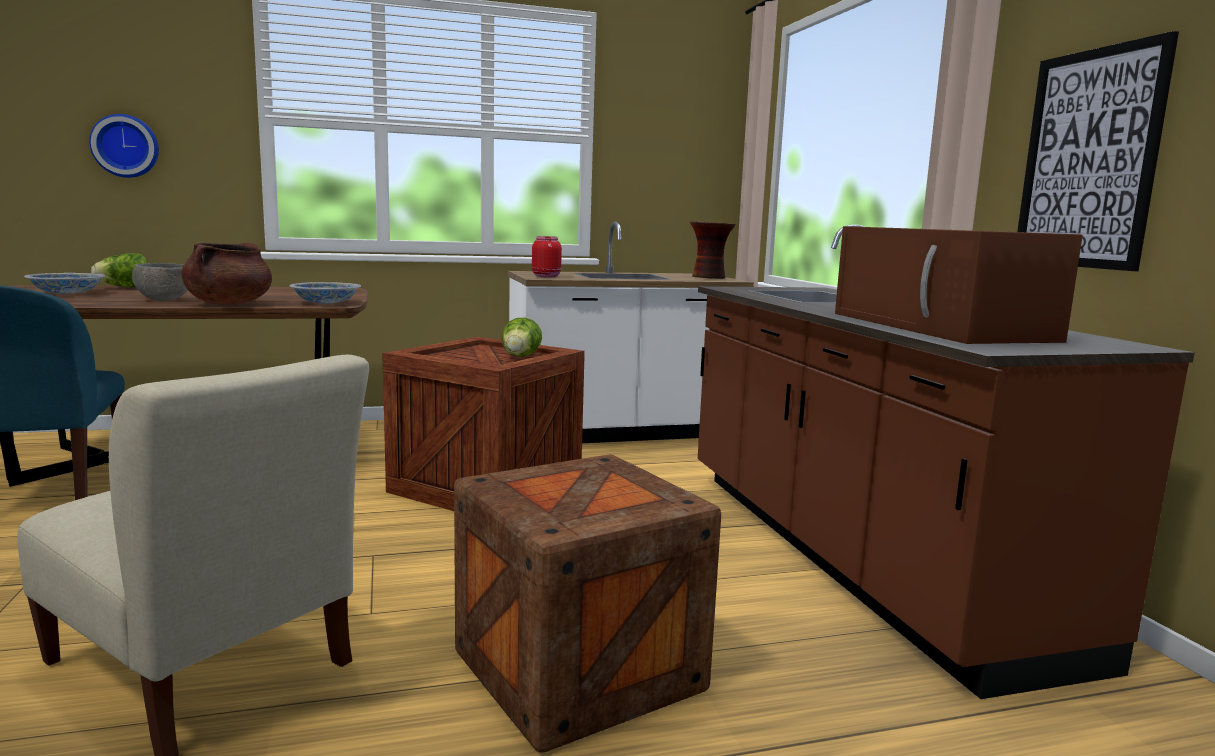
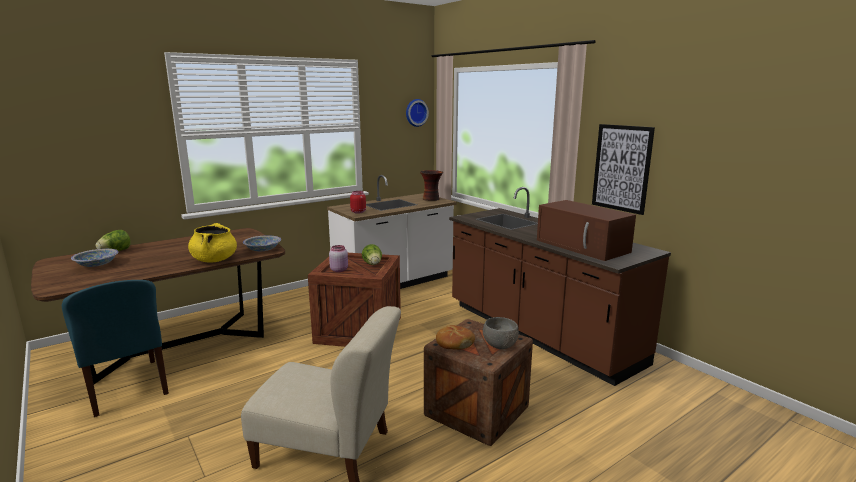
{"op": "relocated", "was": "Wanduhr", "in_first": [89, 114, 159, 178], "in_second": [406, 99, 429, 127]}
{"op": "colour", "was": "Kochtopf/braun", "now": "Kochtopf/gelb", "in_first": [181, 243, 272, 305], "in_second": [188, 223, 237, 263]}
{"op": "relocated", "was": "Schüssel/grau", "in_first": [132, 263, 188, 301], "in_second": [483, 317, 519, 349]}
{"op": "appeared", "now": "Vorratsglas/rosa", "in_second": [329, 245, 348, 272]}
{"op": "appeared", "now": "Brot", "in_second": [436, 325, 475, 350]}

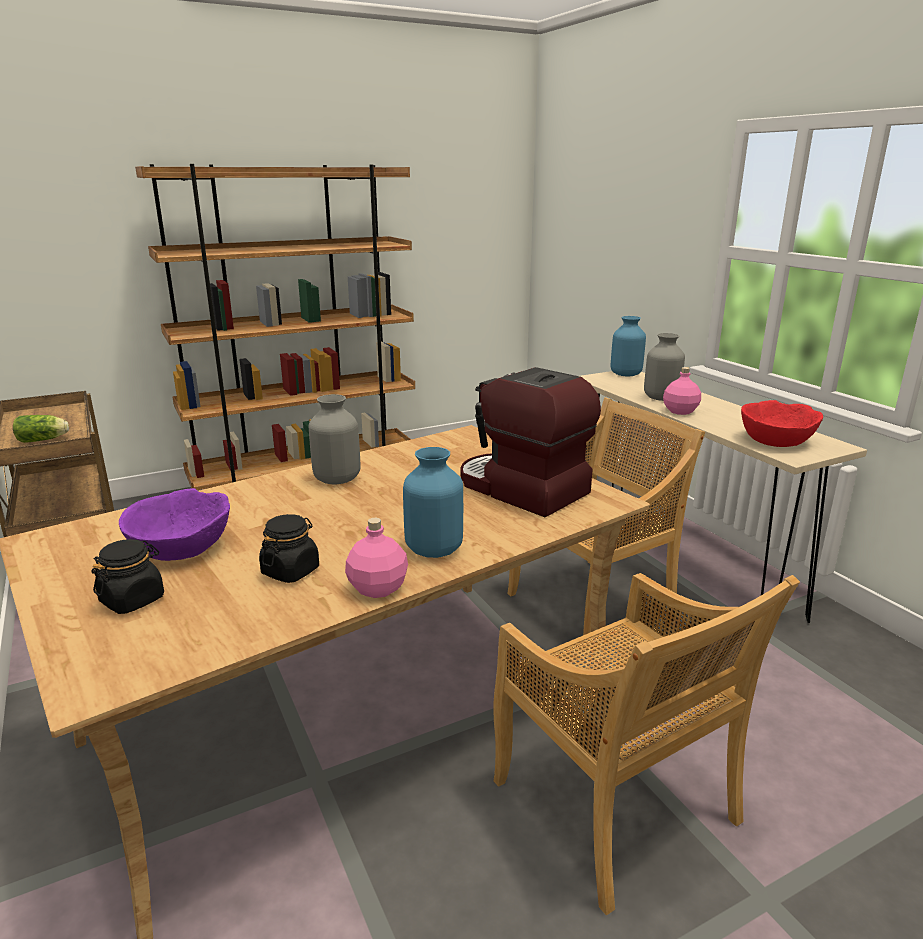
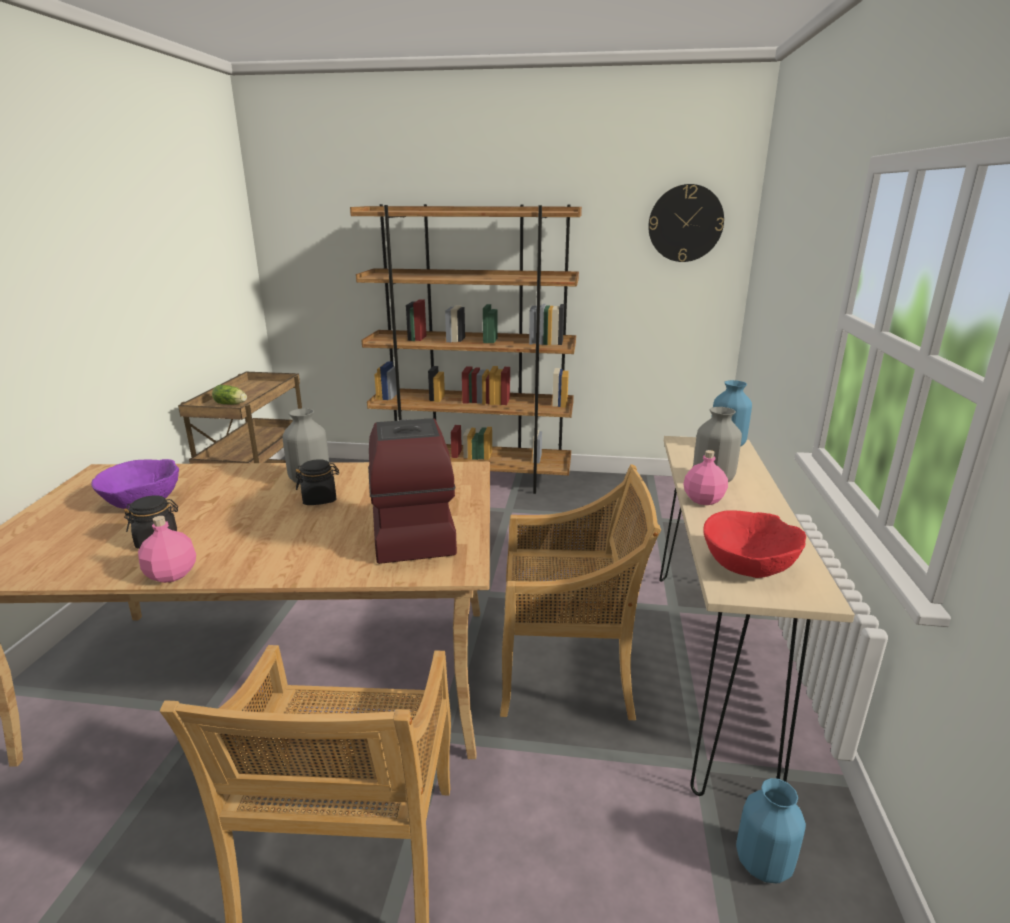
{"op": "relocated", "was": "Vase/blau", "in_first": [403, 447, 463, 558], "in_second": [736, 778, 806, 883]}
{"op": "relocated", "was": "Vorratsglas/schwarz", "in_first": [91, 539, 164, 614], "in_second": [295, 459, 339, 505]}
{"op": "appeared", "now": "Wanduhr", "in_second": [648, 184, 724, 262]}

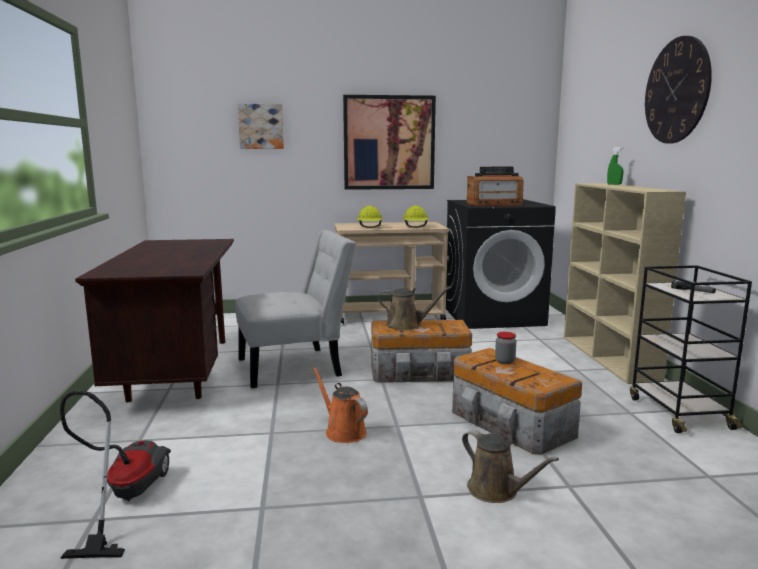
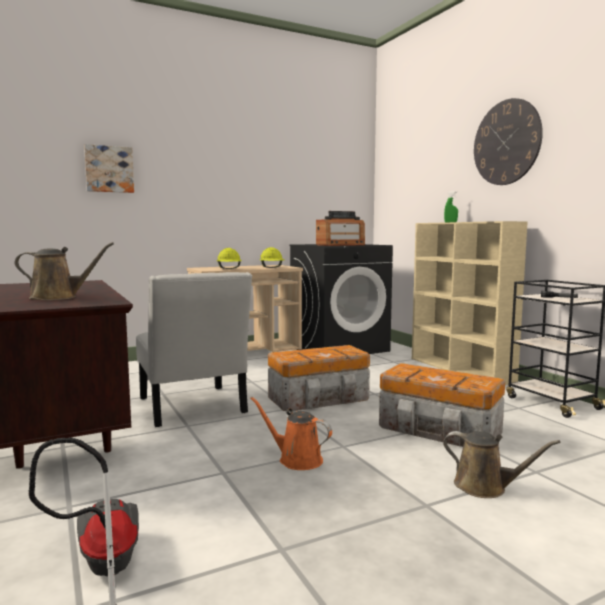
{"op": "missing", "was": "Bild", "in_first": [343, 95, 436, 190]}
{"op": "spun", "was": "Stuhl/weiß", "in_first": [235, 230, 356, 388], "in_second": [136, 272, 252, 427], "clockwise": 105}
{"op": "relocated", "was": "Gießkanne/braun", "in_first": [378, 286, 452, 331], "in_second": [15, 242, 114, 300]}
{"op": "missing", "was": "Vorratsglas", "in_first": [495, 332, 516, 364]}

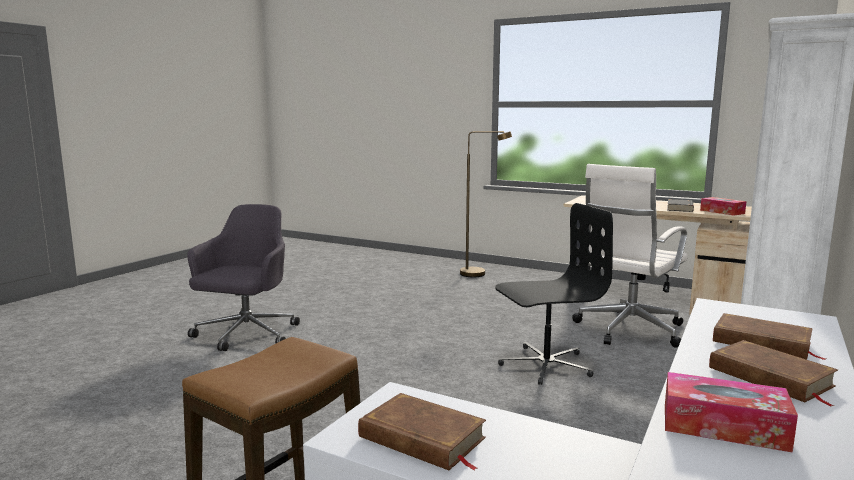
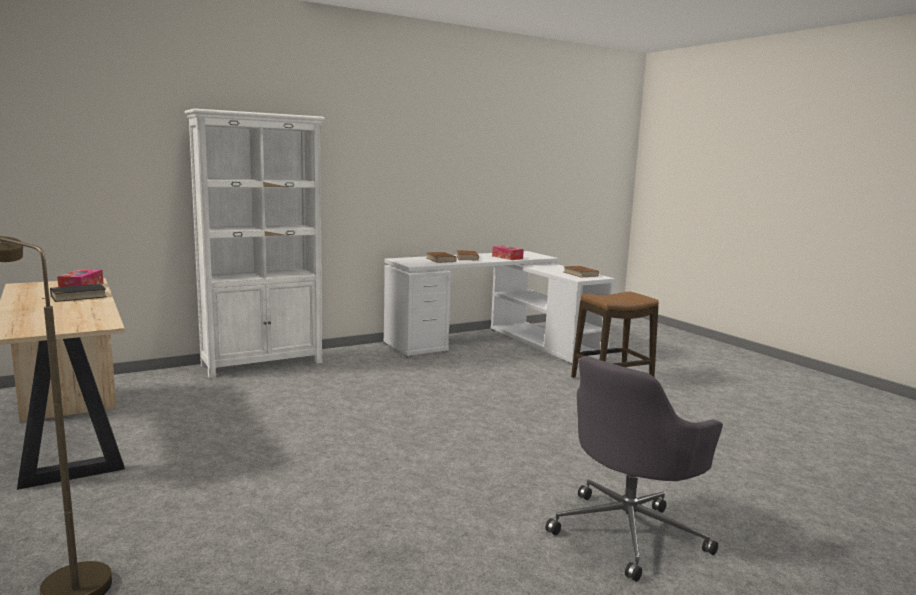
{"op": "missing", "was": "Bürostuhl/weiß", "in_first": [572, 164, 688, 348]}
{"op": "missing", "was": "Bürostuhl/schwarz", "in_first": [495, 203, 613, 385]}

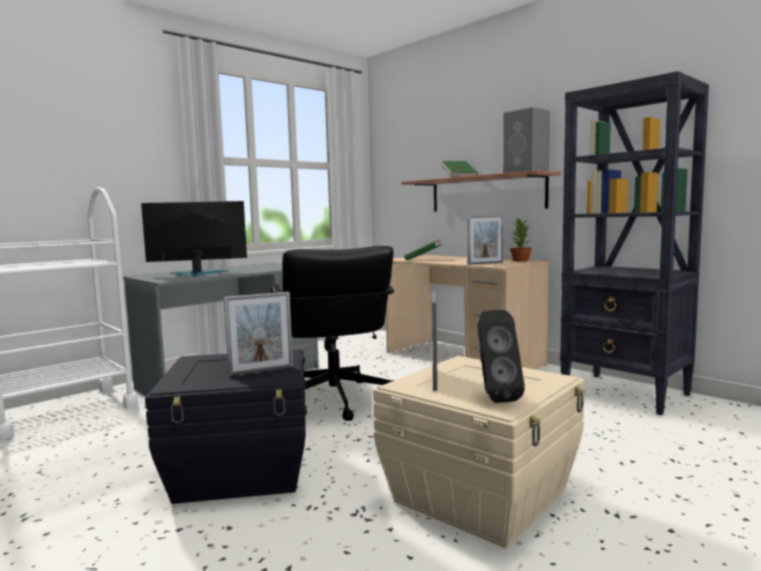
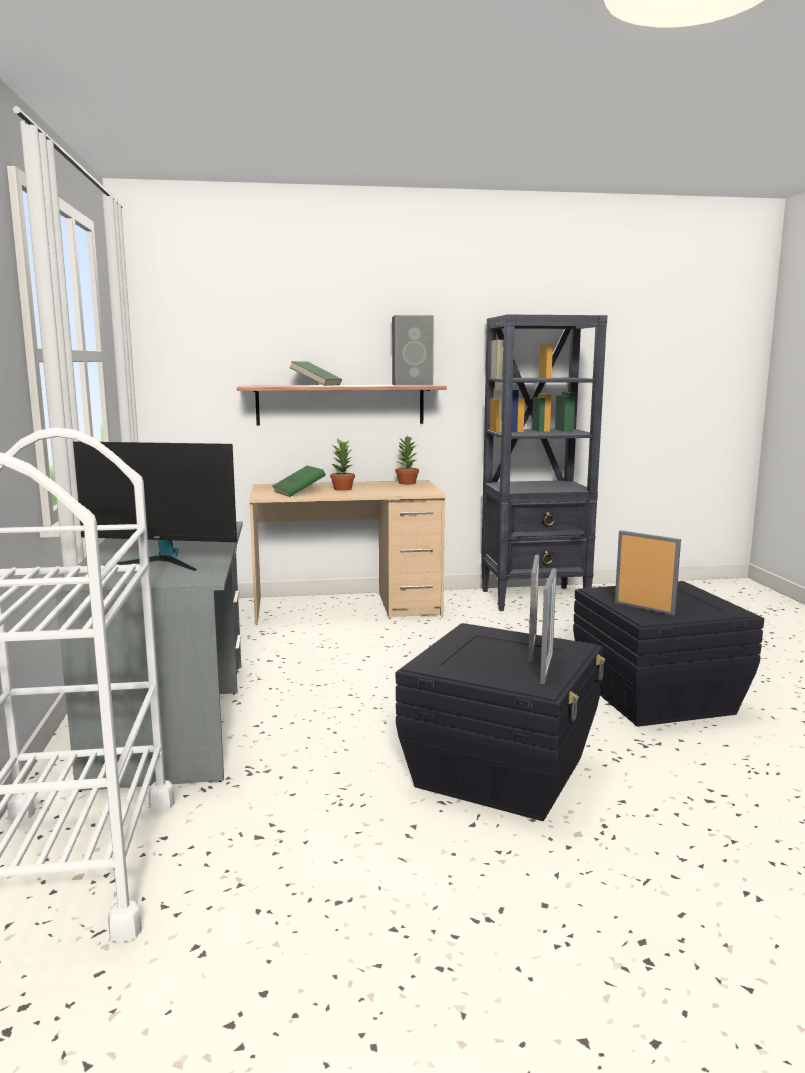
{"op": "spun", "was": "Monitor", "in_first": [141, 201, 247, 277], "in_second": [73, 441, 237, 571], "clockwise": -105}
{"op": "relocated", "was": "Bilderrahmen", "in_first": [467, 215, 504, 265], "in_second": [540, 568, 556, 684]}
{"op": "missing", "was": "Bürostuhl/schwarz", "in_first": [271, 246, 394, 421]}
{"op": "missing", "was": "Lautsprecher/schwarz", "in_first": [477, 310, 525, 403]}
{"op": "colour", "was": "Aufbewahrungsbox/beige", "now": "Aufbewahrungsbox/schwarz", "in_first": [373, 356, 585, 548], "in_second": [573, 581, 764, 727]}
{"op": "appeared", "now": "Topfpflanze", "in_second": [330, 438, 355, 491]}

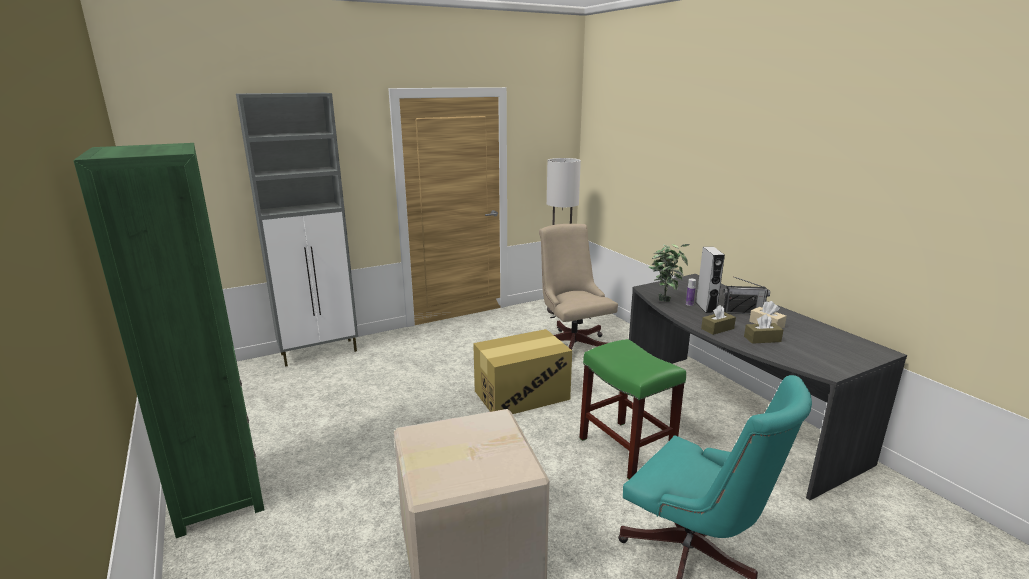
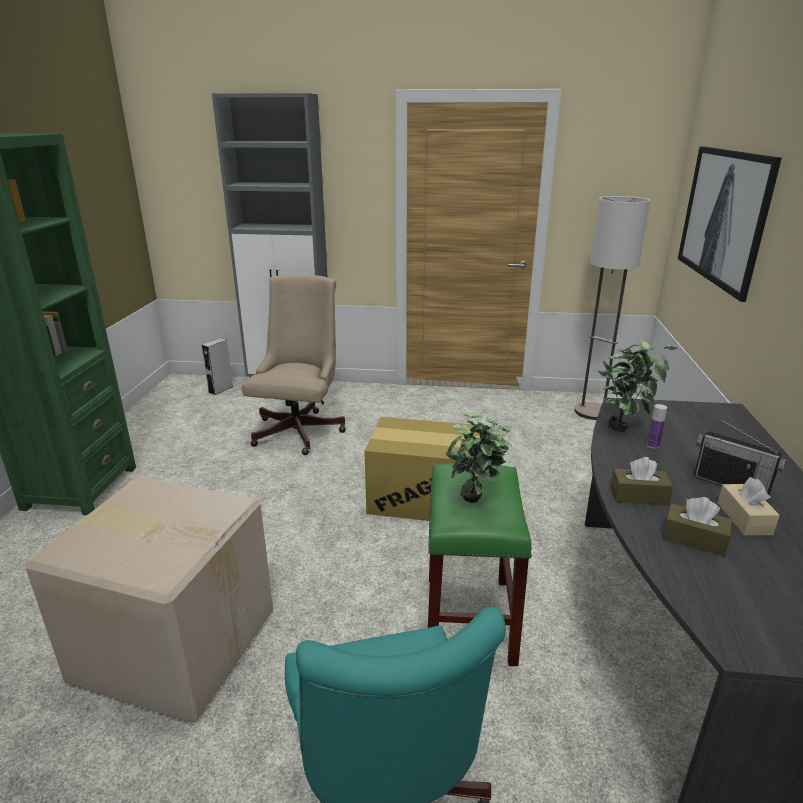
{"op": "relocated", "was": "Bürostuhl/beige", "in_first": [539, 224, 618, 350], "in_second": [242, 274, 346, 455]}
{"op": "relocated", "was": "Lautsprecher/grau", "in_first": [696, 247, 725, 313], "in_second": [202, 338, 233, 395]}
{"op": "appeared", "now": "Bild", "in_second": [678, 146, 782, 302]}
{"op": "appeared", "now": "Topfpflanze", "in_second": [446, 412, 512, 503]}

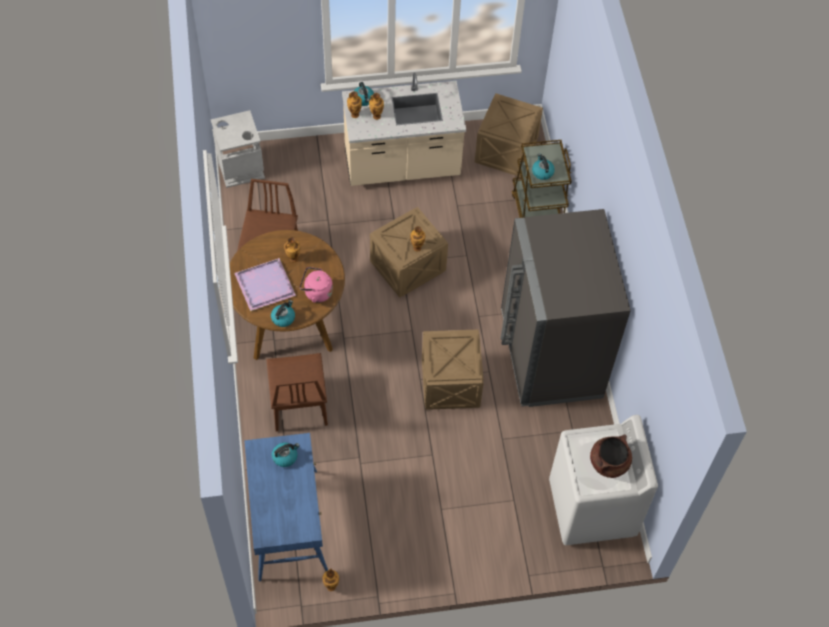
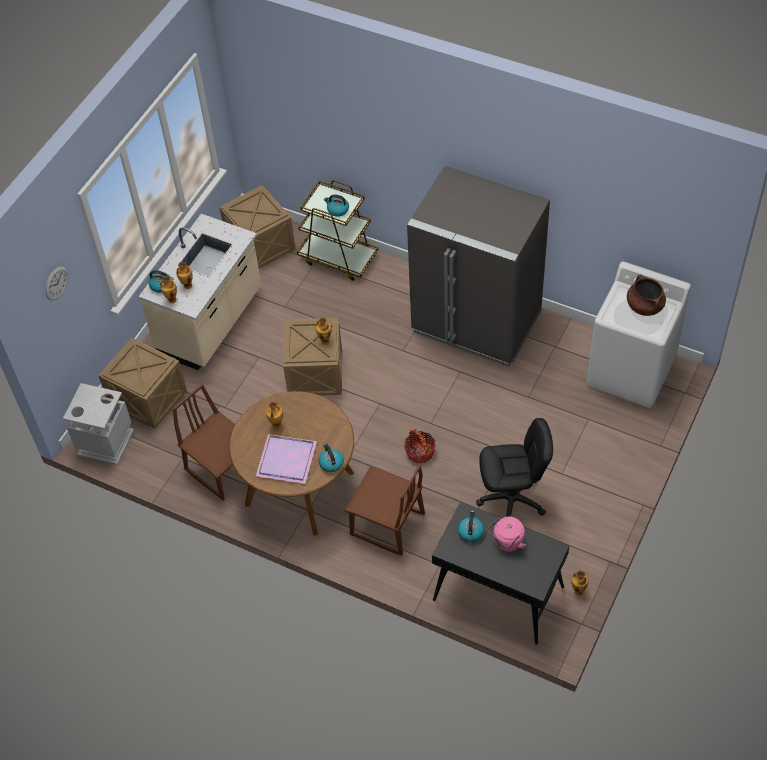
{"op": "relocated", "was": "Wasserkessel/rosa", "in_first": [300, 267, 333, 303], "in_second": [488, 517, 526, 552]}
{"op": "relocated", "was": "Kiste", "in_first": [422, 329, 484, 410], "in_second": [98, 338, 187, 429]}
{"op": "colour", "was": "Schreibtisch/blau", "now": "Schreibtisch/schwarz", "in_first": [244, 433, 328, 581], "in_second": [432, 502, 570, 645]}
{"op": "appeared", "now": "Wanduhr", "in_second": [46, 266, 68, 301]}
{"op": "appeared", "now": "Bürostuhl/schwarz", "in_second": [476, 418, 553, 517]}
{"op": "appeared", "now": "Korb", "in_second": [404, 429, 436, 463]}

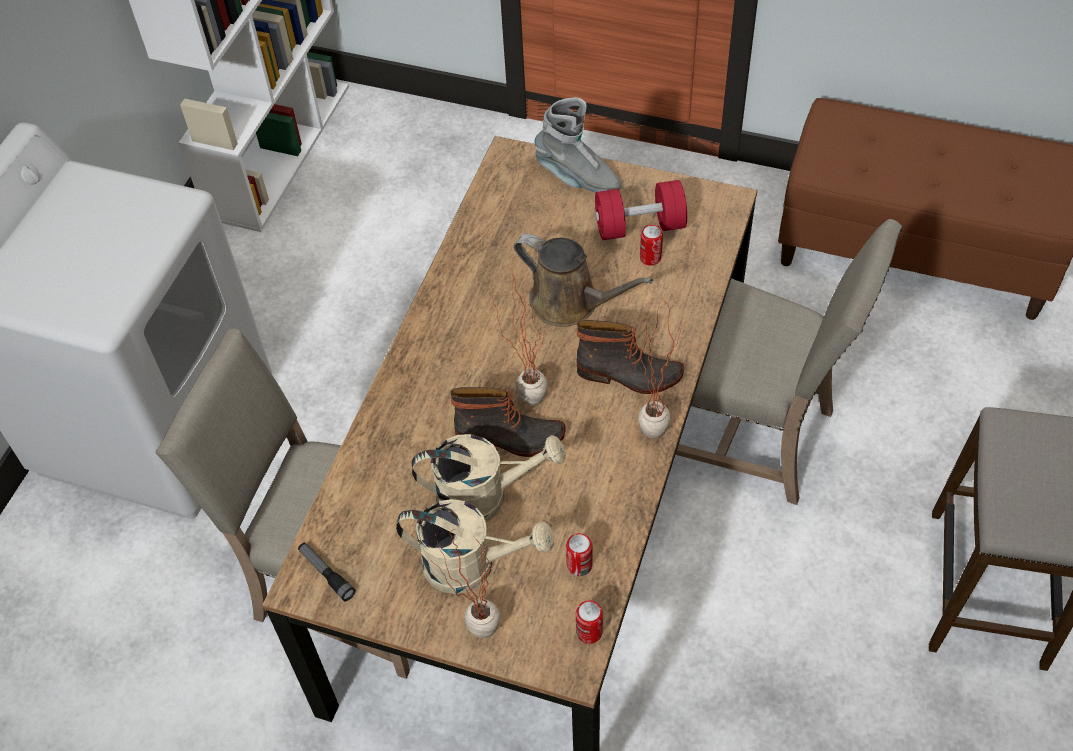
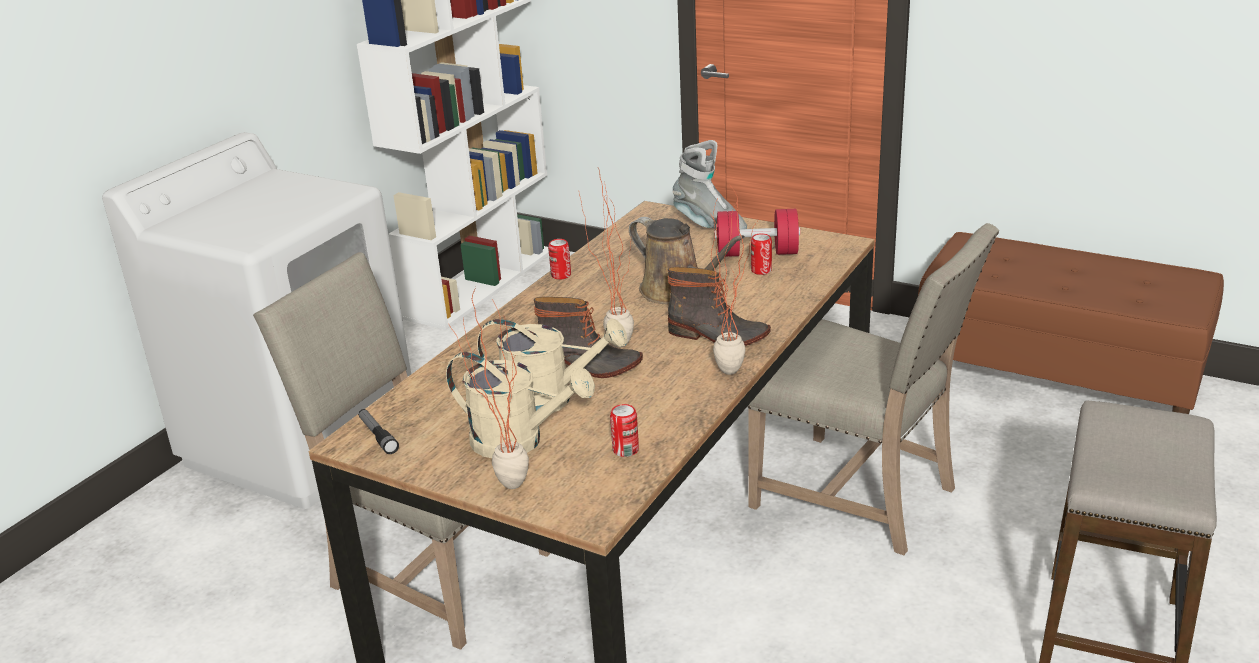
{"op": "relocated", "was": "Dose", "in_first": [576, 600, 603, 644], "in_second": [548, 239, 571, 280]}

